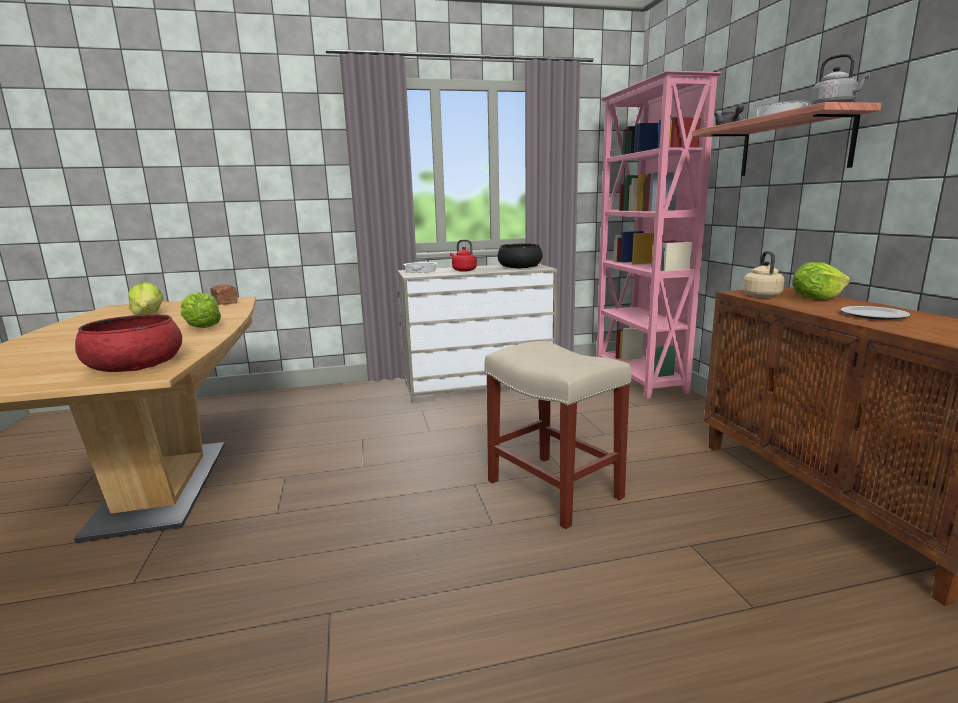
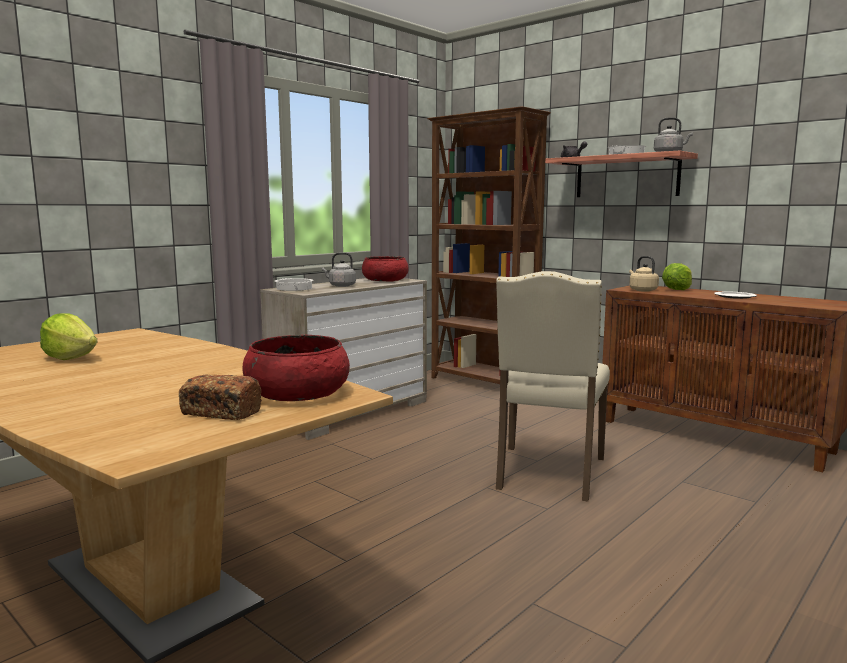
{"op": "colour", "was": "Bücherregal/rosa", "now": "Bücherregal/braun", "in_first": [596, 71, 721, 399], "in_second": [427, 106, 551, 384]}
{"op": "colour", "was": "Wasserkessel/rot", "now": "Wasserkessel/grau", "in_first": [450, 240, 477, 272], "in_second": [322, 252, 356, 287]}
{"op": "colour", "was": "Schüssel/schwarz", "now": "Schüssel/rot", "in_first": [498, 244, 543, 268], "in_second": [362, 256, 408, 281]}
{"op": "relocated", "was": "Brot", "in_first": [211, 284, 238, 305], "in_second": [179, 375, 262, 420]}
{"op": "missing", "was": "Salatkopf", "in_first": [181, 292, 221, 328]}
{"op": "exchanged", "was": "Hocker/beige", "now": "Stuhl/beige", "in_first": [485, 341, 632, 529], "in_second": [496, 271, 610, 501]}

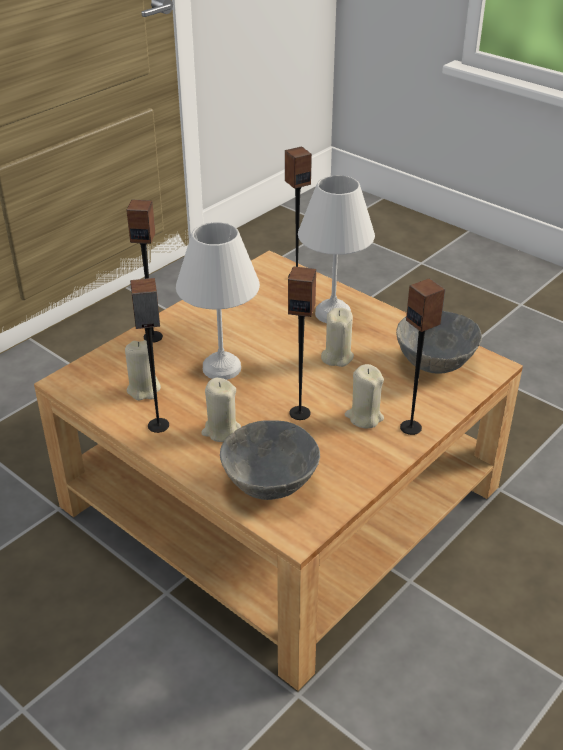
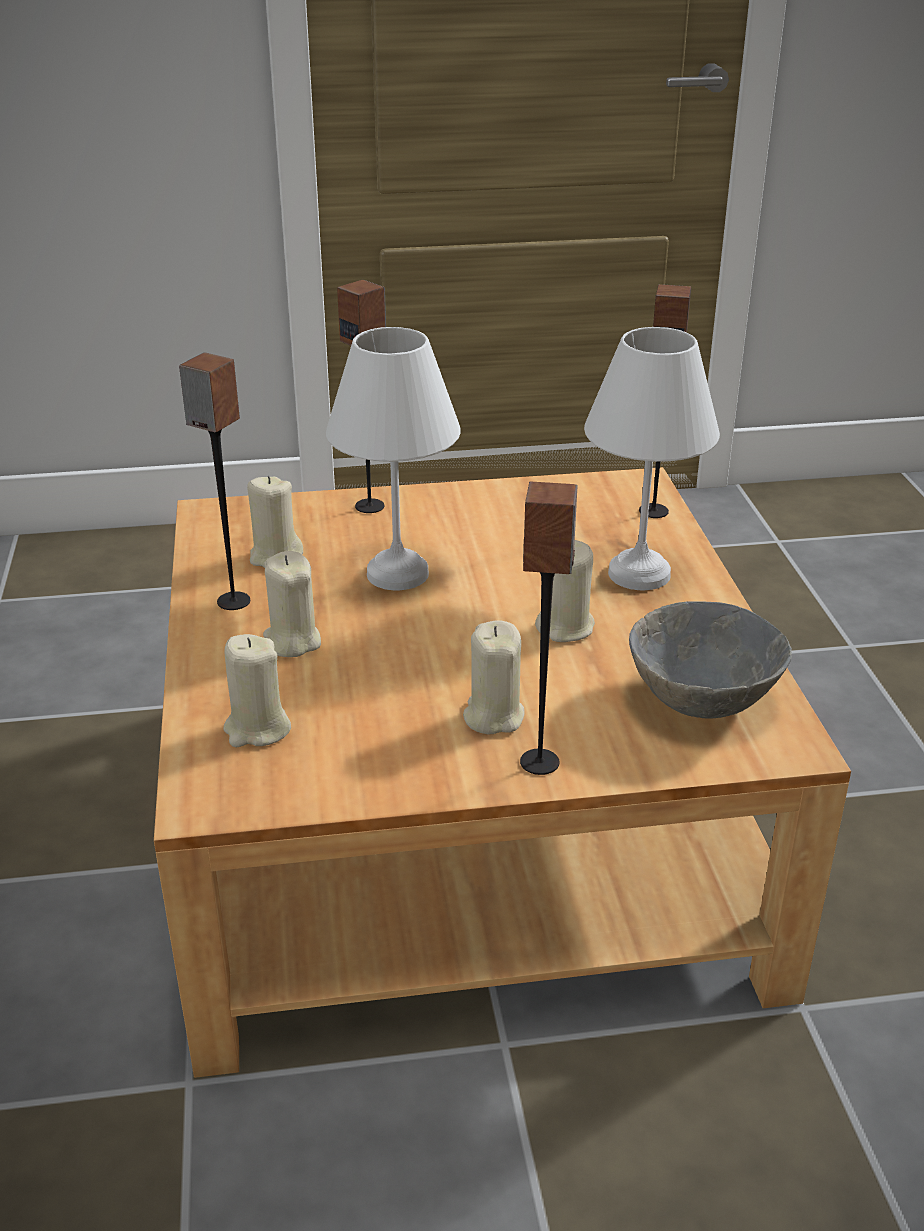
{"op": "missing", "was": "Lautsprecher", "in_first": [288, 266, 316, 420]}
{"op": "exchanged", "was": "Schüssel/grau", "now": "Kerze/beige", "in_first": [220, 420, 320, 500], "in_second": [224, 634, 291, 747]}

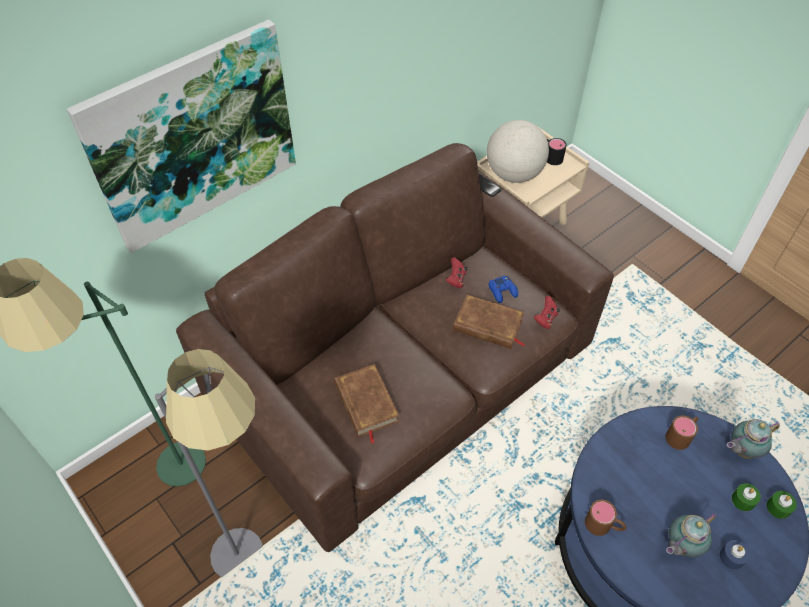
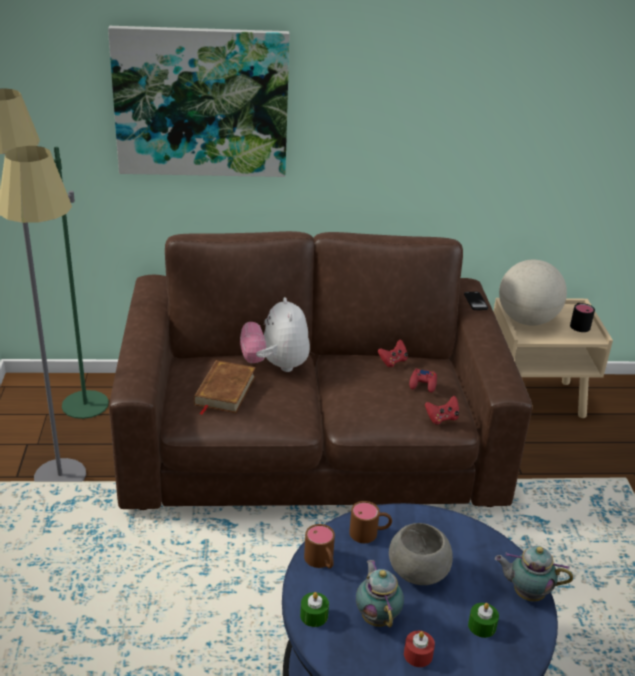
{"op": "colour", "was": "Gamepad/blau", "now": "Gamepad/rot", "in_first": [489, 275, 518, 303], "in_second": [409, 368, 437, 393]}
{"op": "missing", "was": "Buch/braun", "in_first": [453, 294, 526, 349]}
{"op": "relocated", "was": "Henkelbecher/braun", "in_first": [665, 415, 698, 450], "in_second": [349, 501, 392, 543]}
{"op": "relocated", "was": "Kerze/grün", "in_first": [767, 491, 797, 519], "in_second": [300, 592, 329, 627]}
{"op": "spun", "was": "Teekanne", "in_first": [666, 513, 717, 557], "in_second": [356, 560, 404, 627], "clockwise": 75}
{"op": "colour", "was": "Kerze/blau", "now": "Kerze/rot", "in_first": [720, 540, 750, 569], "in_second": [404, 631, 435, 667]}
{"op": "appeared", "now": "Plüschtier", "in_second": [240, 297, 310, 372]}
{"op": "appeared", "now": "Schüssel/grau", "in_second": [389, 523, 453, 585]}

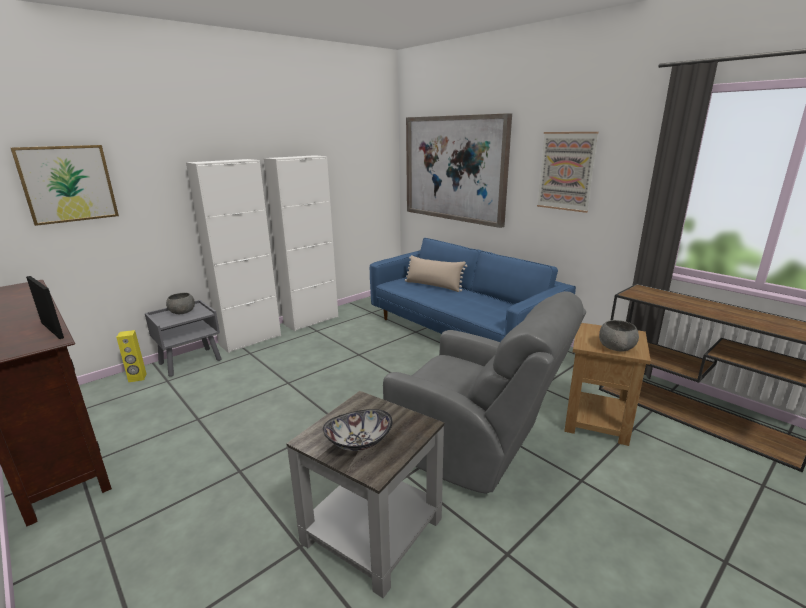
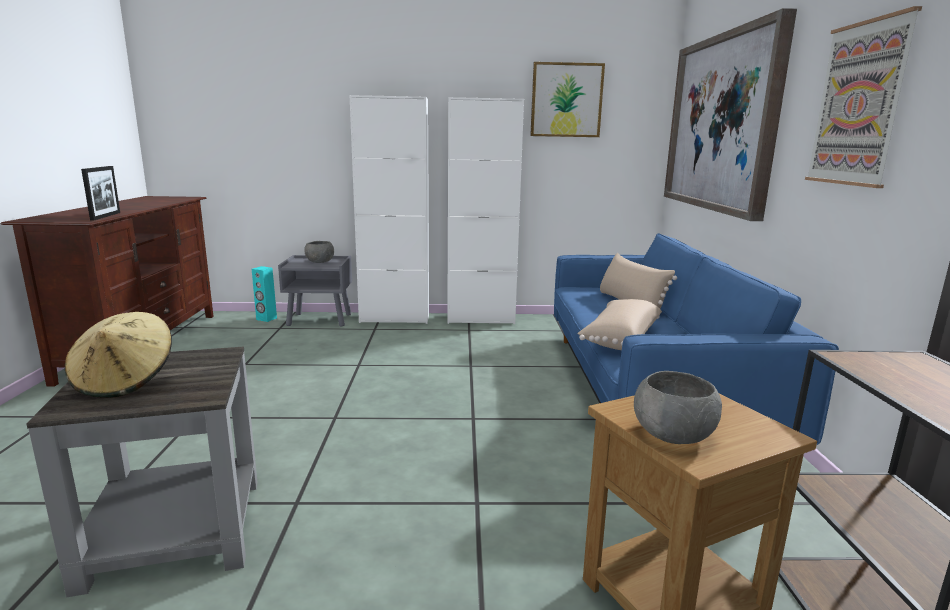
{"op": "relocated", "was": "Bild", "in_first": [10, 145, 119, 226], "in_second": [530, 62, 605, 137]}
{"op": "missing", "was": "Sessel/grau", "in_first": [383, 291, 586, 494]}
{"op": "colour", "was": "Lautsprecher/gelb", "now": "Lautsprecher/türkis", "in_first": [116, 330, 147, 382], "in_second": [252, 266, 277, 322]}
{"op": "exchanged", "was": "Schüssel", "now": "Hut/beige", "in_first": [323, 409, 393, 451], "in_second": [65, 312, 172, 398]}
{"op": "appeared", "now": "Kissen/beige", "in_second": [577, 299, 662, 350]}

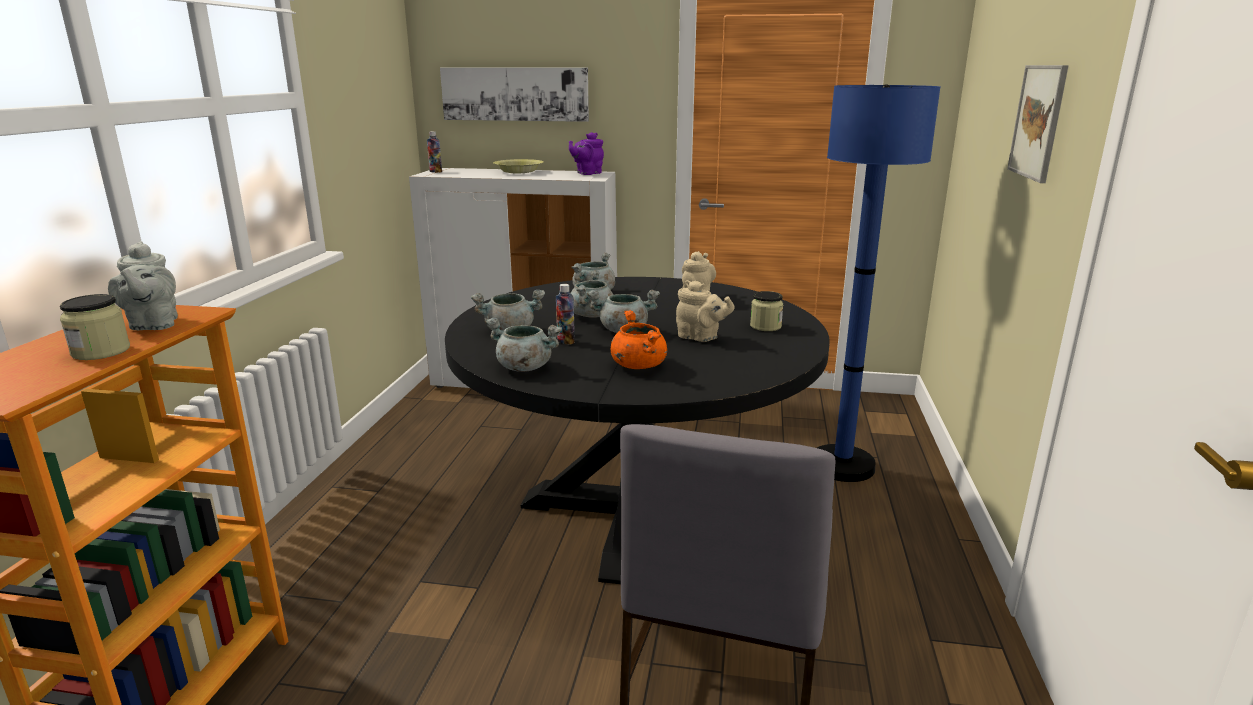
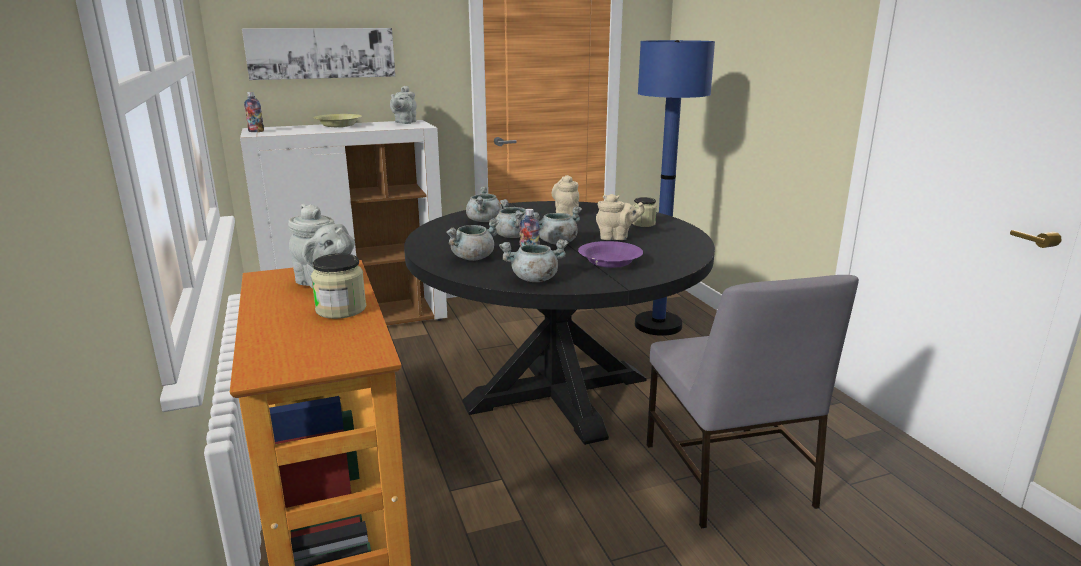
{"op": "missing", "was": "Bild", "in_first": [1007, 65, 1069, 183]}
{"op": "colour", "was": "Teekanne/lila", "now": "Teekanne/grau", "in_first": [569, 132, 604, 175], "in_second": [390, 86, 417, 124]}
{"op": "exchanged", "was": "Kochtopf/orange", "now": "Schüssel/lila", "in_first": [611, 310, 667, 369], "in_second": [578, 241, 643, 268]}

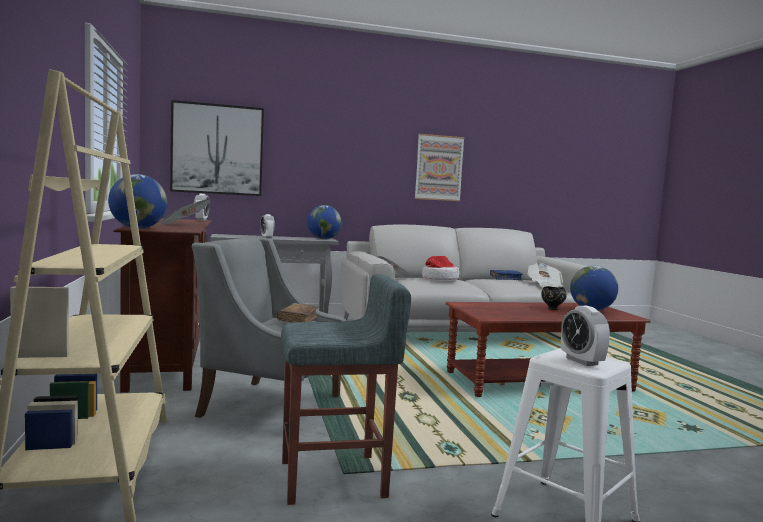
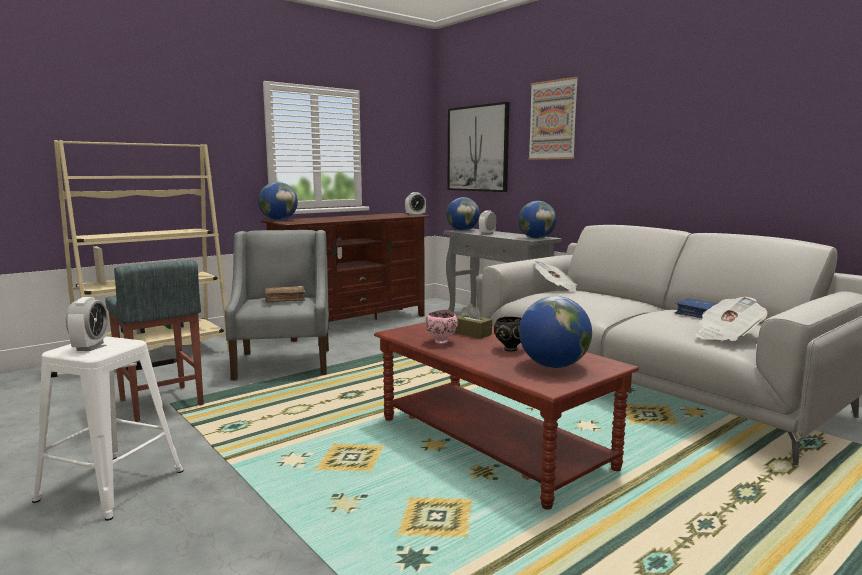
{"op": "relocated", "was": "Bild", "in_first": [415, 134, 465, 201], "in_second": [528, 77, 578, 160]}
{"op": "missing", "was": "Zeitung", "in_first": [159, 198, 210, 224]}
{"op": "missing", "was": "Hut", "in_first": [422, 256, 460, 280]}
{"op": "spun", "was": "Wecker", "in_first": [561, 306, 610, 366], "in_second": [66, 297, 108, 351], "clockwise": 135}
{"op": "appeared", "now": "Globus", "in_second": [446, 197, 480, 231]}
{"op": "appeared", "now": "Taschentuchbox/braun", "in_second": [454, 304, 492, 339]}
{"op": "appeared", "now": "Schüssel/rosa", "in_second": [425, 310, 458, 344]}

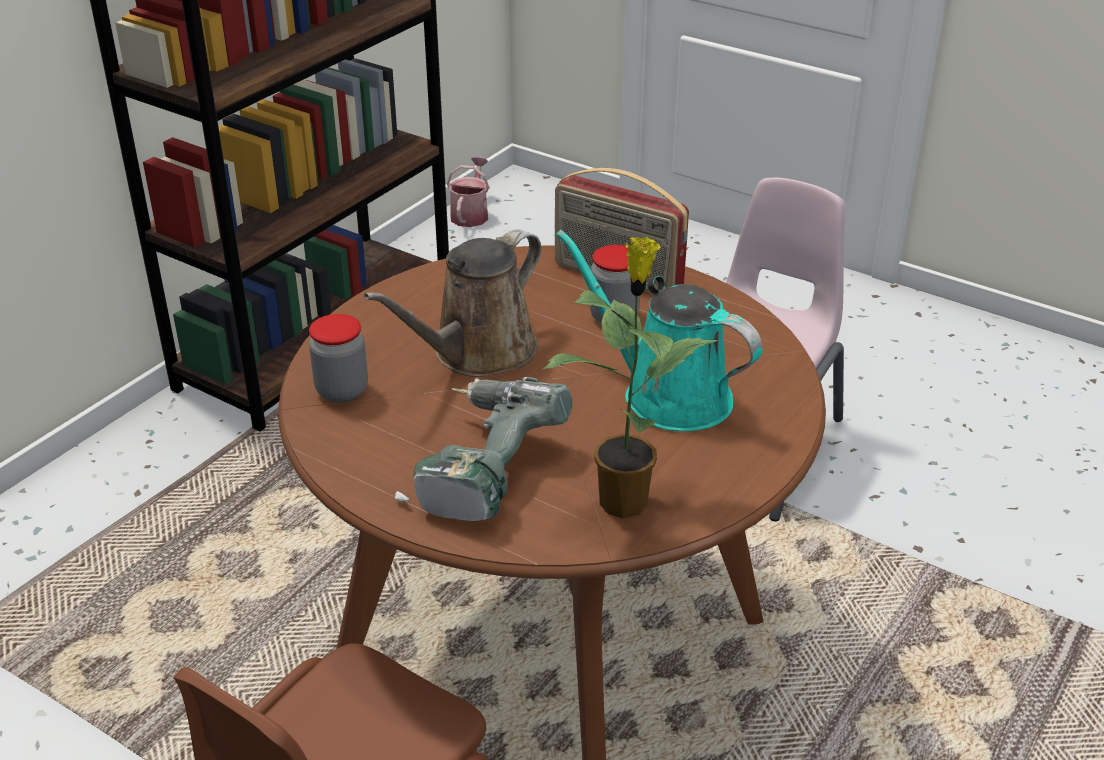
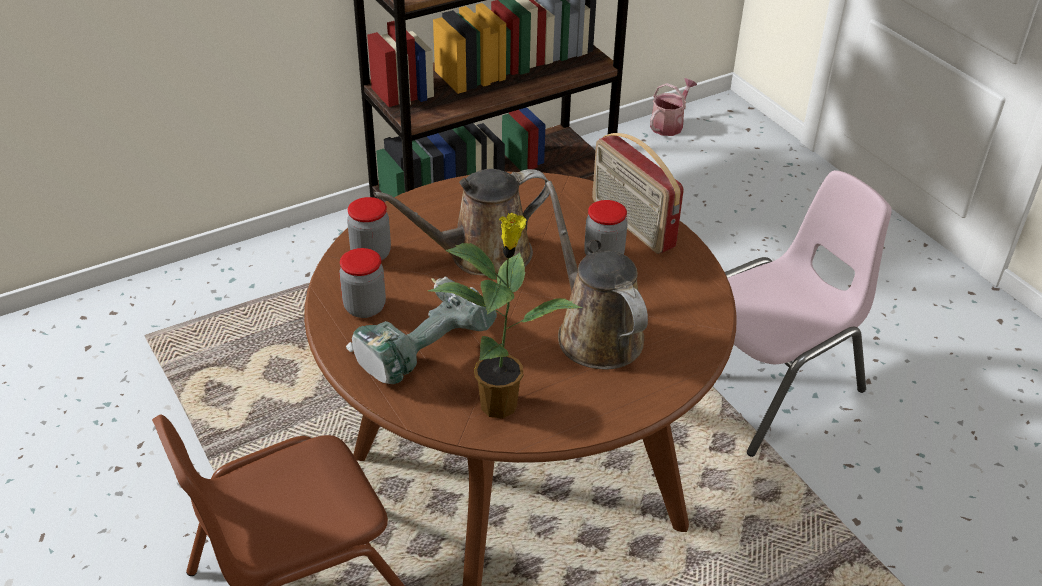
{"op": "colour", "was": "Gießkanne/türkis", "now": "Gießkanne/braun", "in_first": [556, 230, 762, 431], "in_second": [546, 181, 648, 369]}
{"op": "appeared", "now": "Vorratsglas", "in_second": [339, 248, 386, 318]}

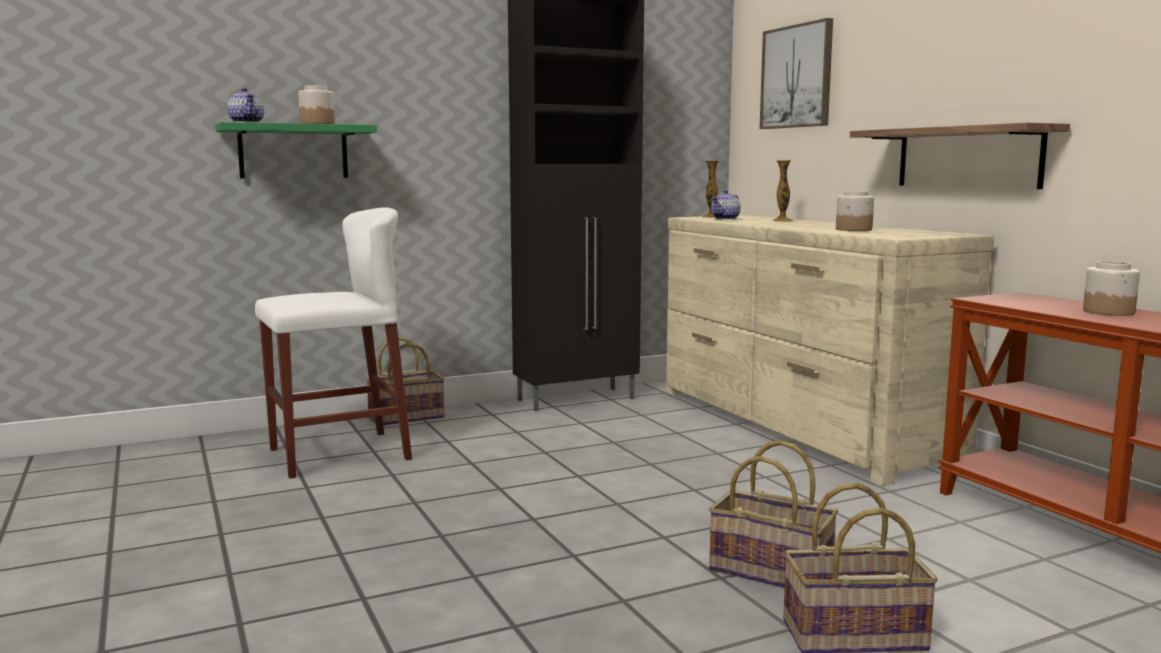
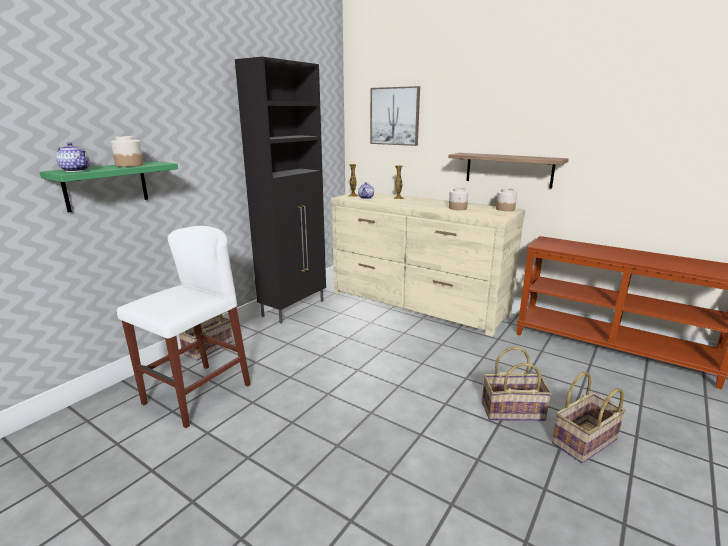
{"op": "relocated", "was": "Vorratsglas", "in_first": [1083, 261, 1140, 316], "in_second": [496, 188, 517, 211]}

